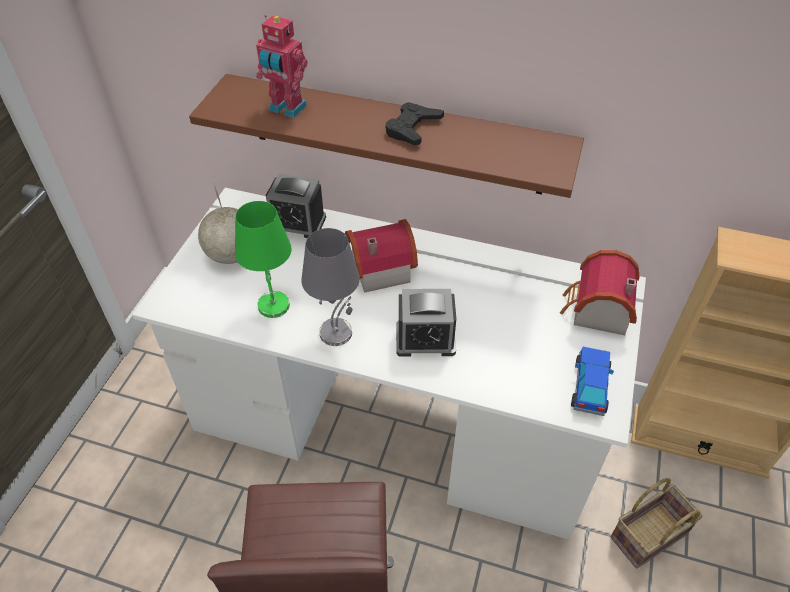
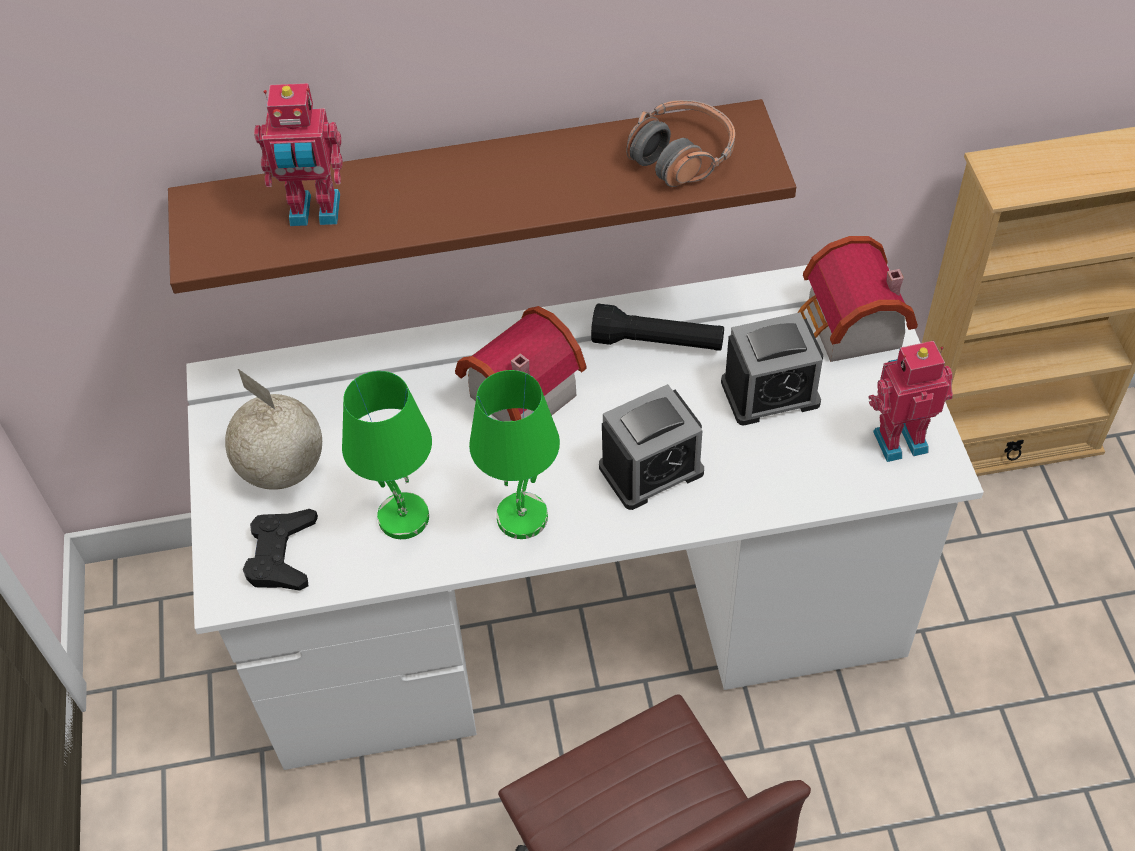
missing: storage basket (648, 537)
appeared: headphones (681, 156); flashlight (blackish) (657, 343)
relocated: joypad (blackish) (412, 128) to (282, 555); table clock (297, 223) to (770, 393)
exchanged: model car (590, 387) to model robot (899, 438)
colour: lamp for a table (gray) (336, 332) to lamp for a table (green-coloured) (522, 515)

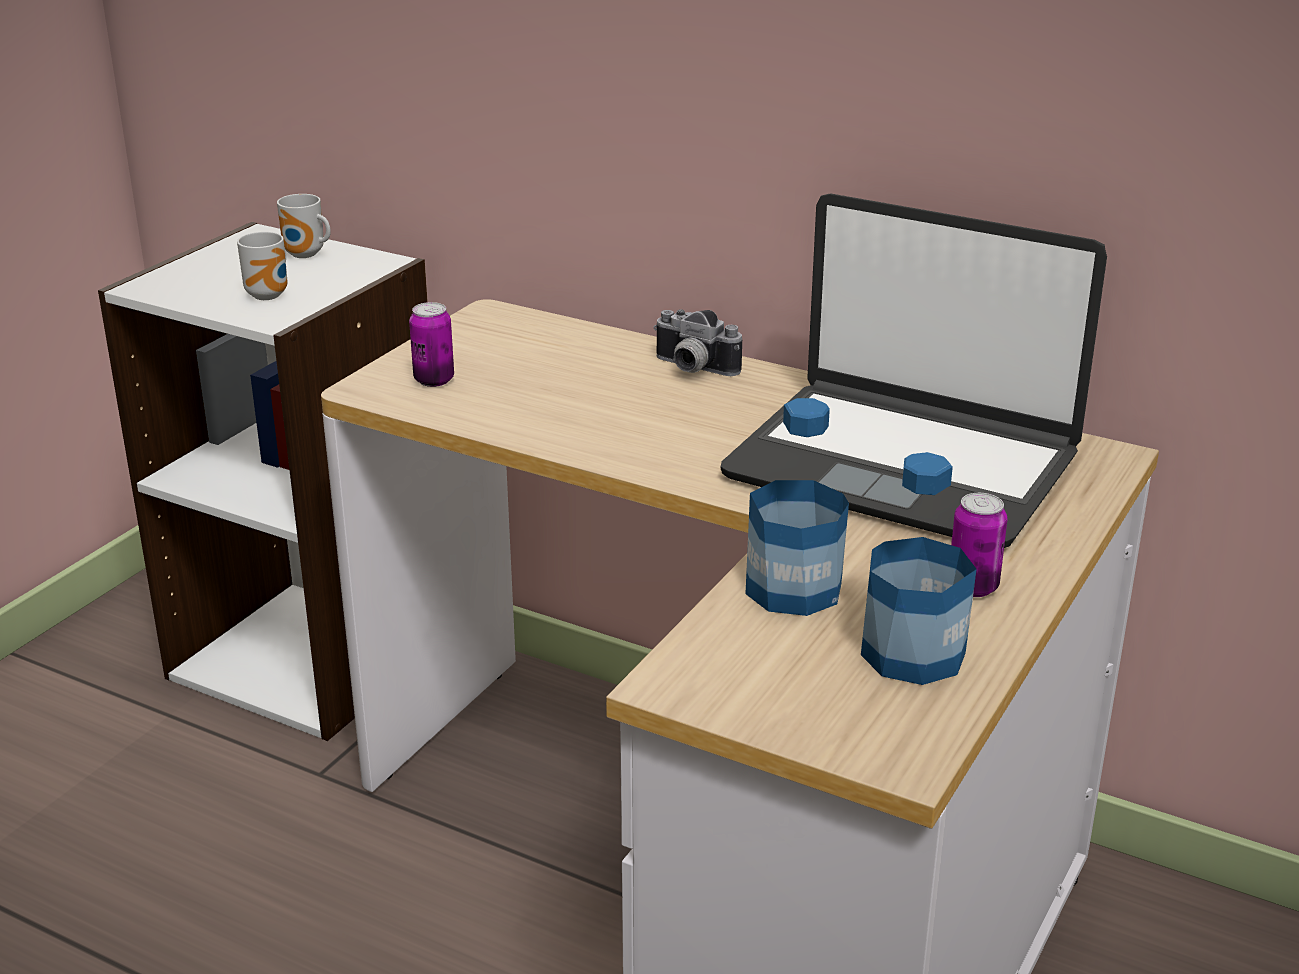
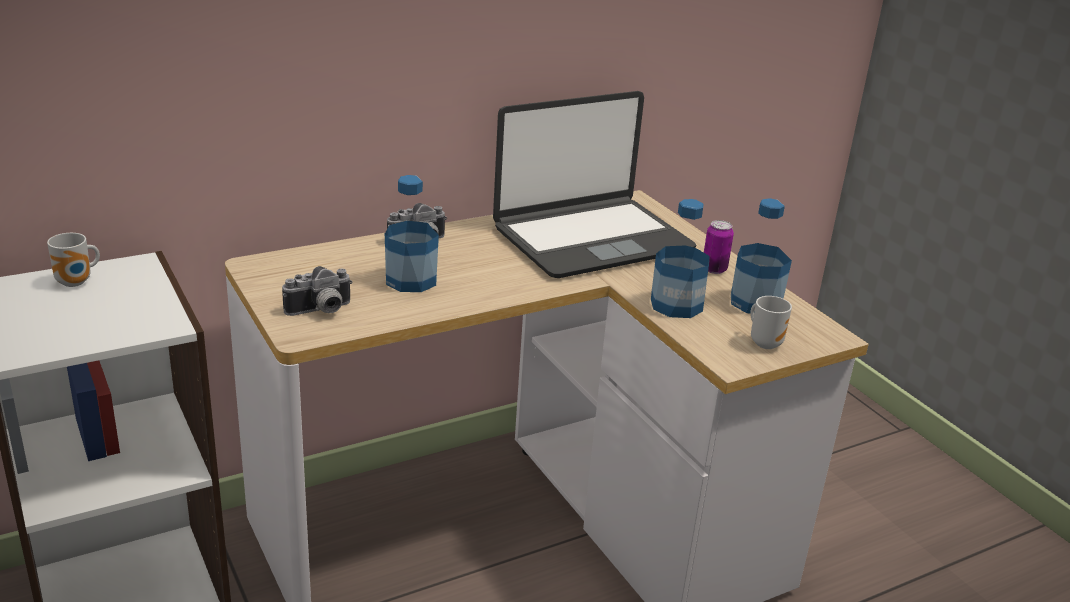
appeared: bottle (411, 280)
relocated: coffee mug (271, 295) to (765, 342)
exchanged: metal can (434, 380) to still camera (321, 311)

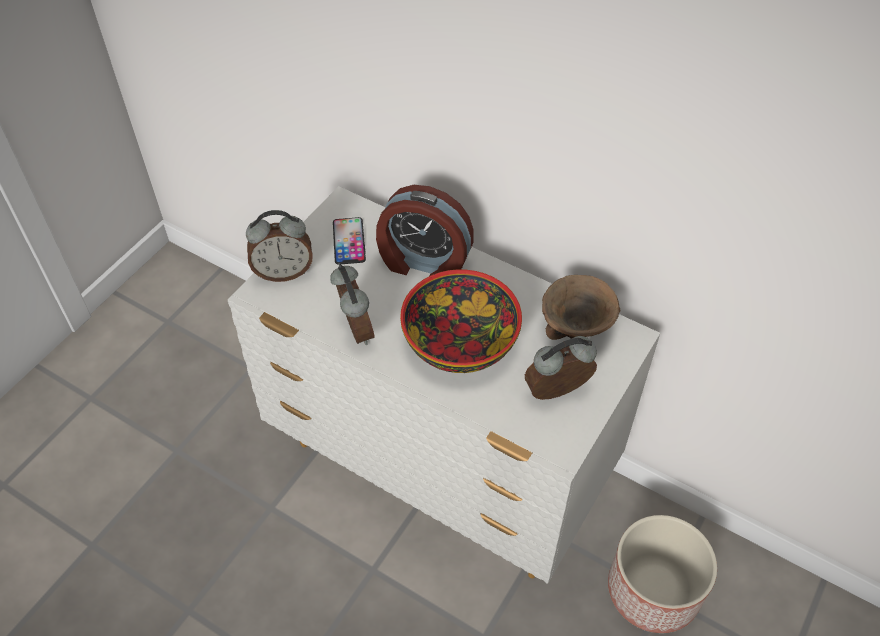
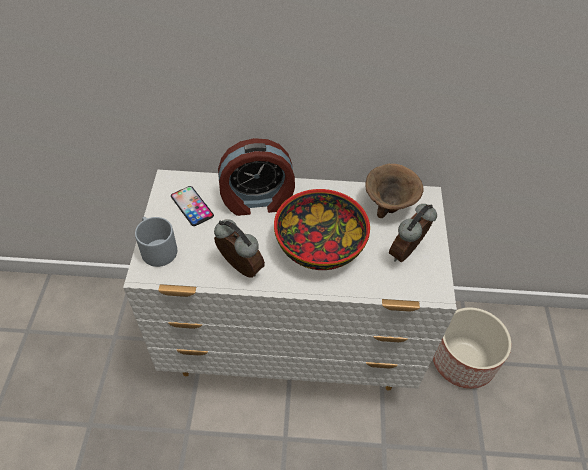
exchanged: table clock (283, 272) to coffee mug (gray) (156, 248)

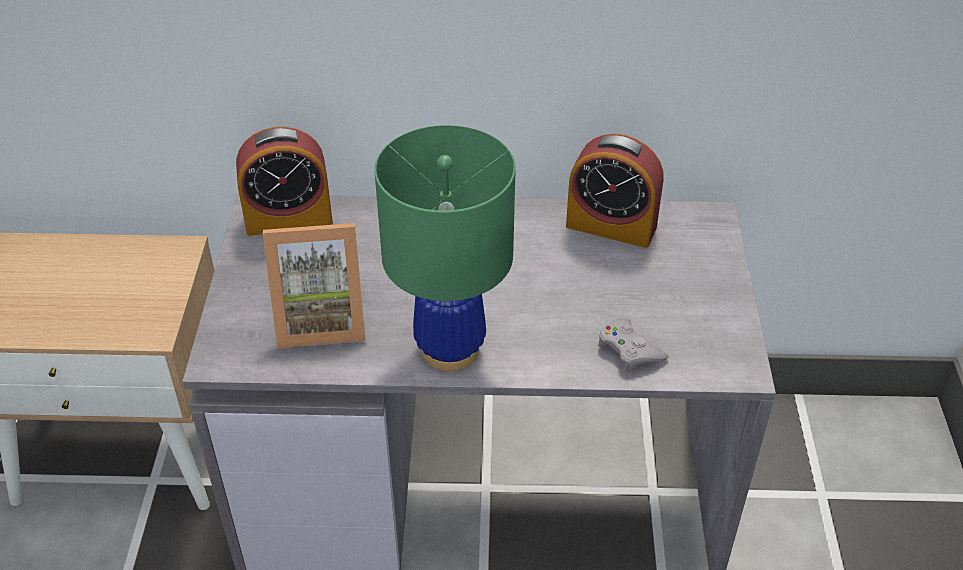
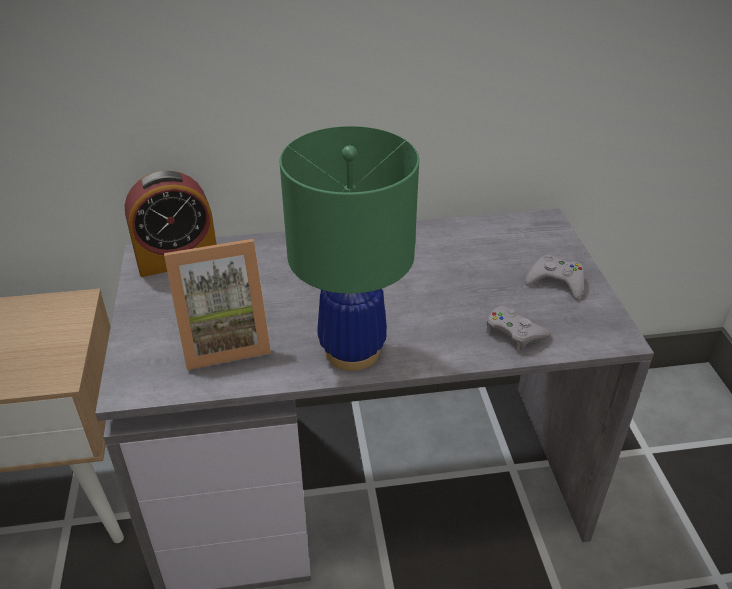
missing: table clock (611, 226)
appeared: joypad (gray) (556, 281)

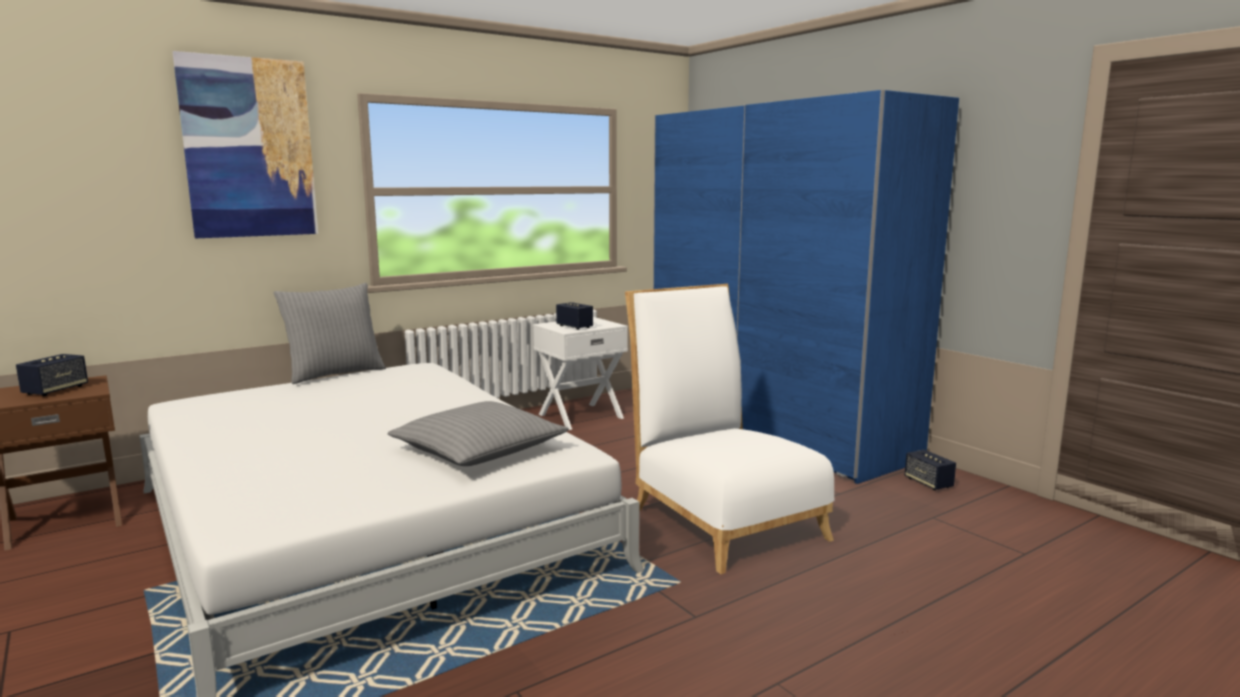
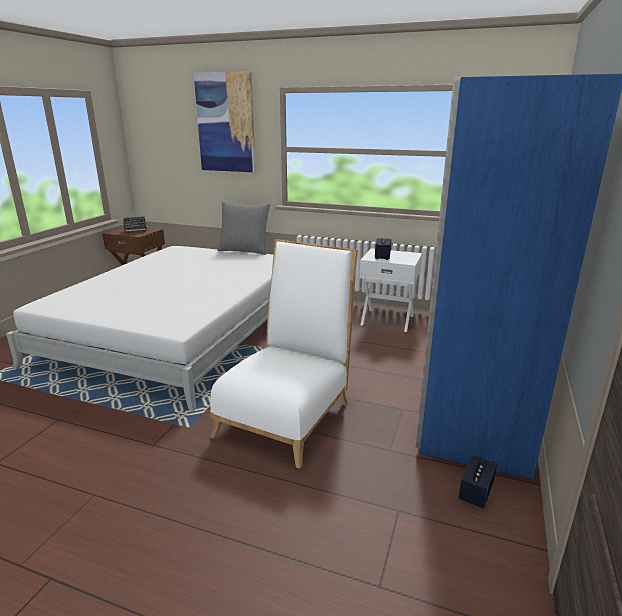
missing: pillow (gray) (478, 451)

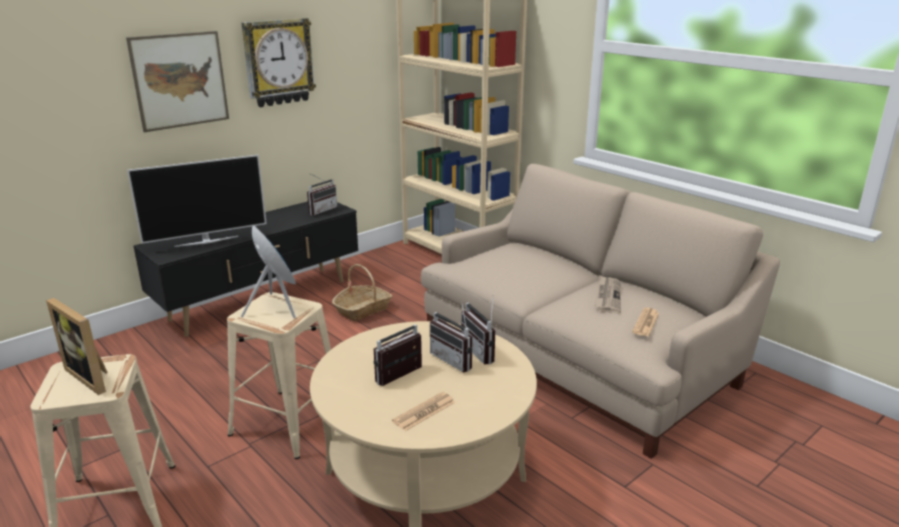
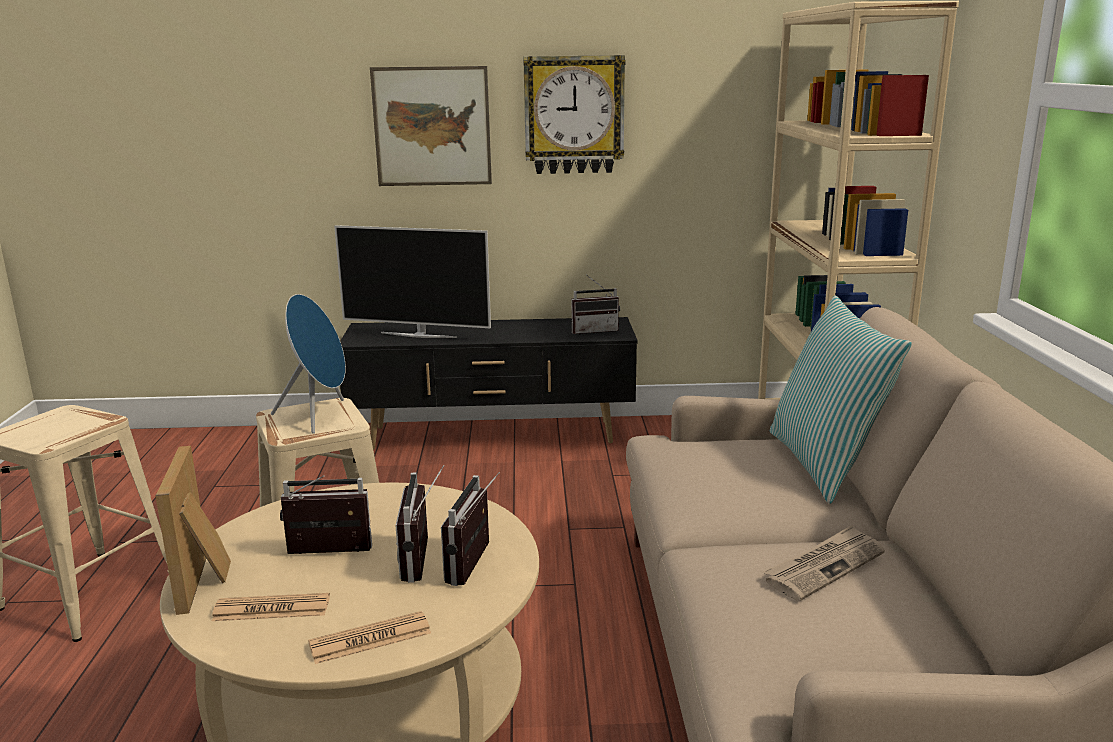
missing: storage basket (363, 309)
appeared: pillow (825, 464)
relocated: standing frame (93, 376) to (206, 580); newspaper (645, 323) to (370, 639)

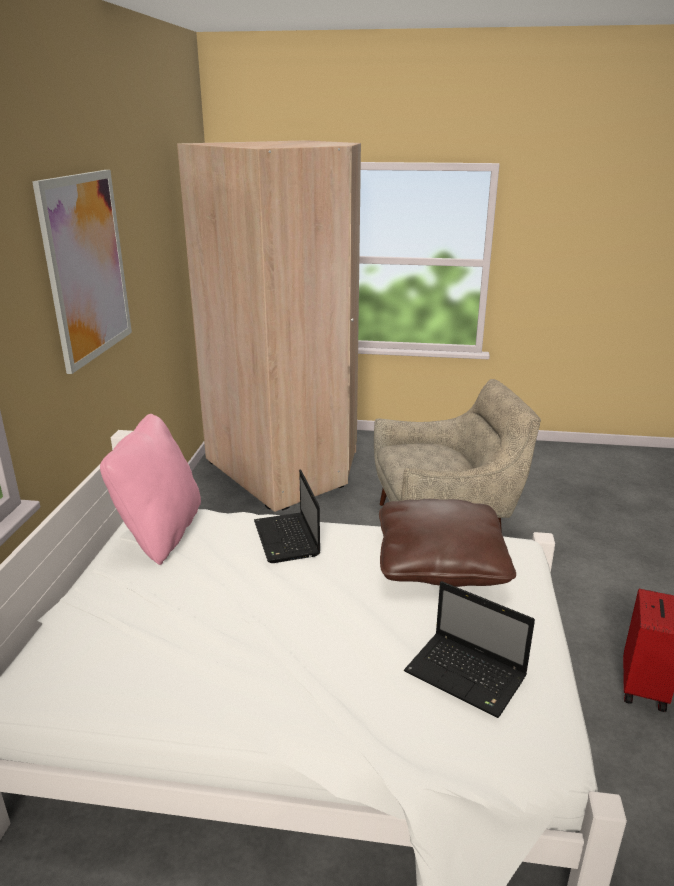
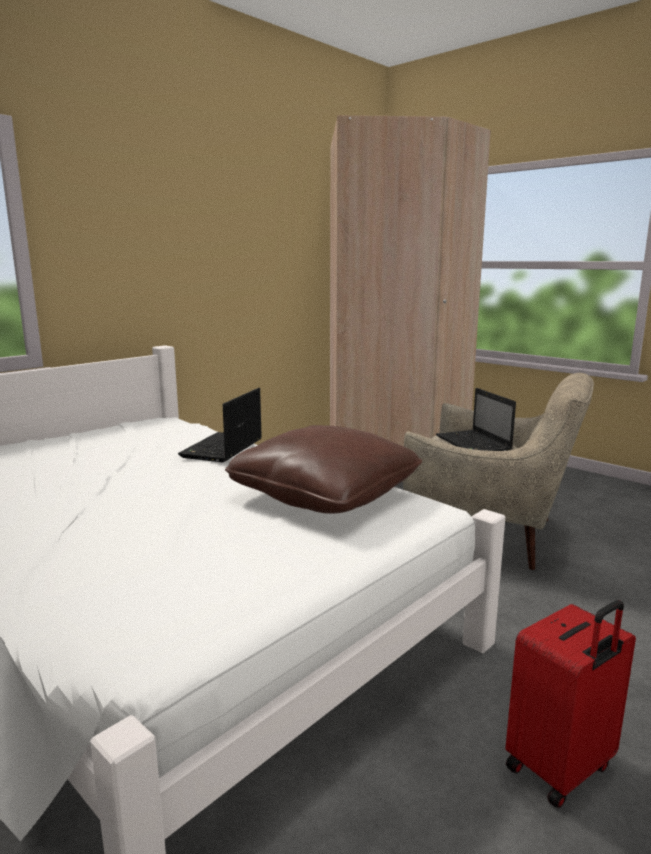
missing: picture (86, 267); pillow (pink) (161, 533)
relocated: notebook computer (468, 676) to (474, 444)

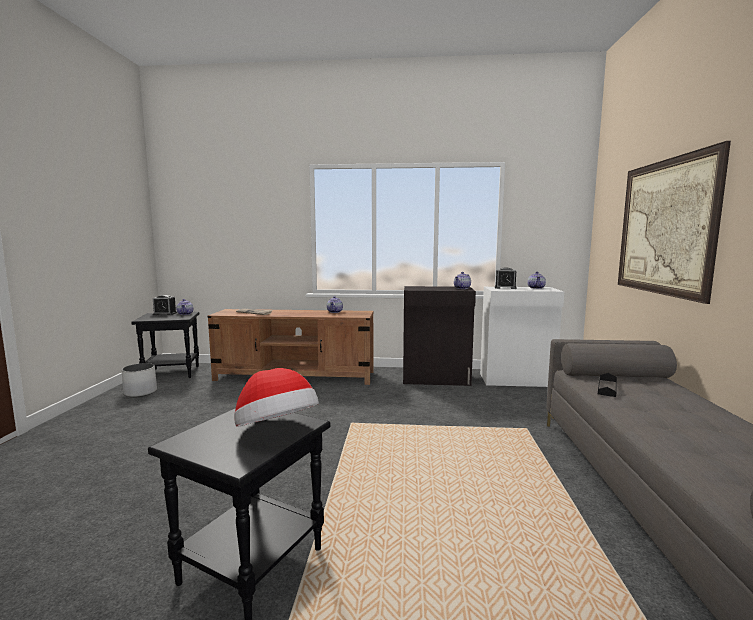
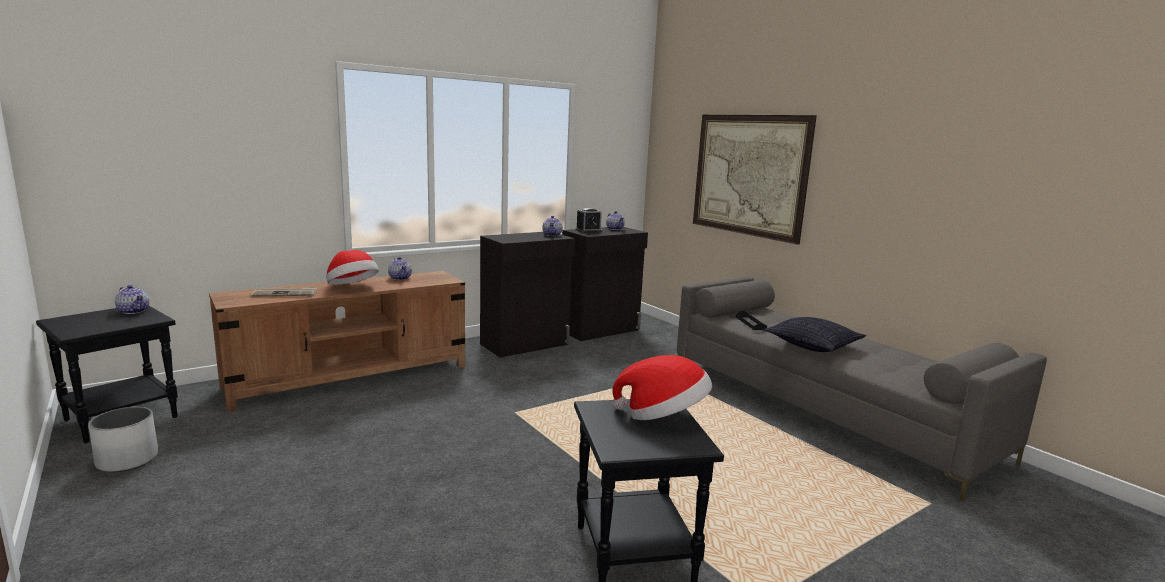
missing: table clock (165, 313)
appeared: clothing hat (352, 288); pillow (813, 345)
colour: cupboard (white) (517, 380) to cupboard (blackish) (600, 330)

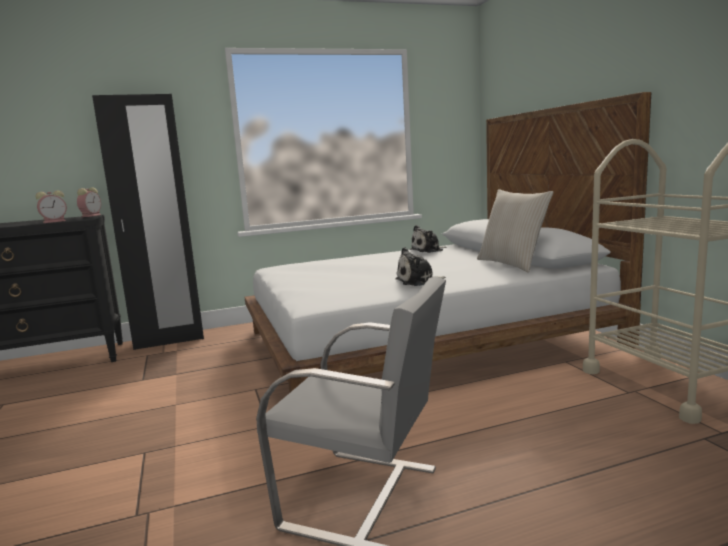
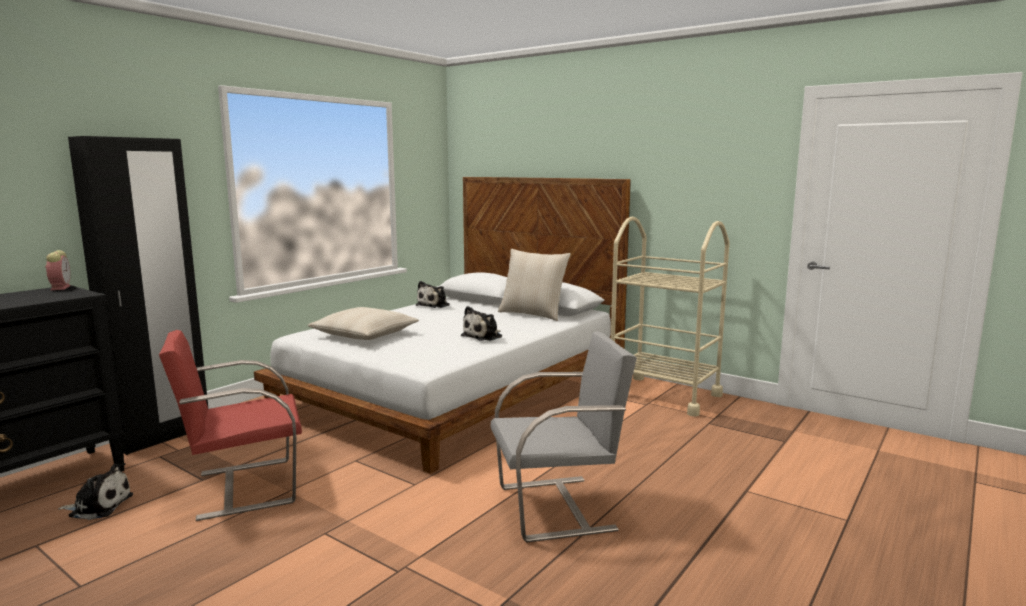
missing: table clock (55, 221)
appeared: pillow (sand-coloured) (364, 334); plain chair (reddish) (243, 487); cuddly toy (98, 506)

